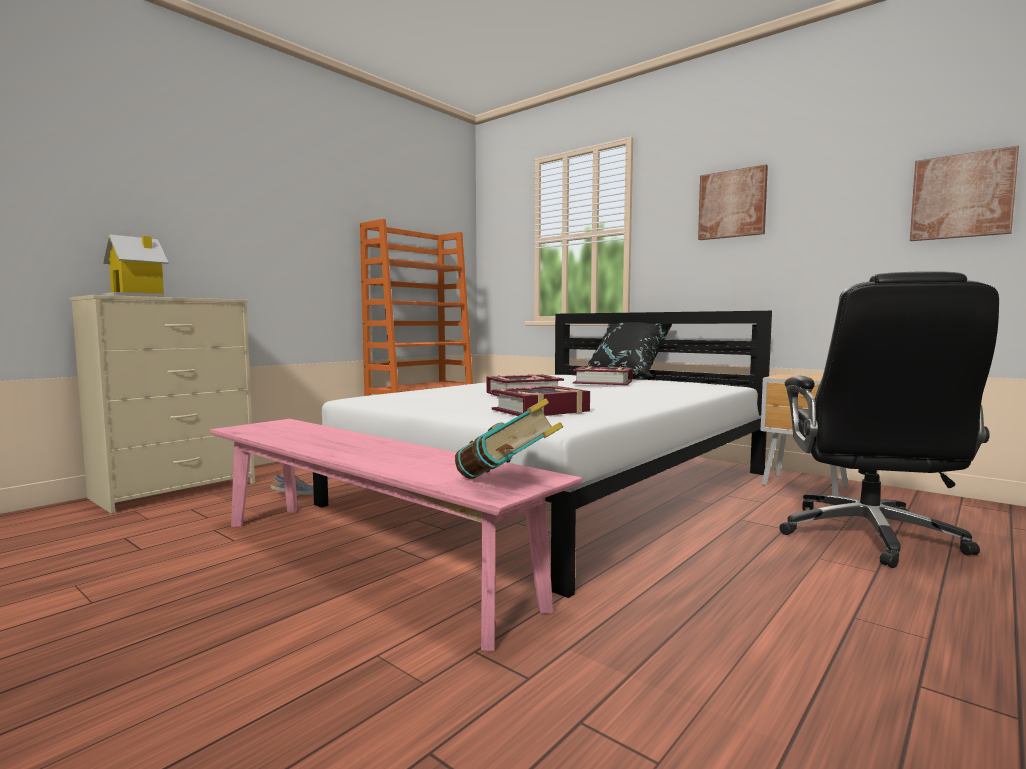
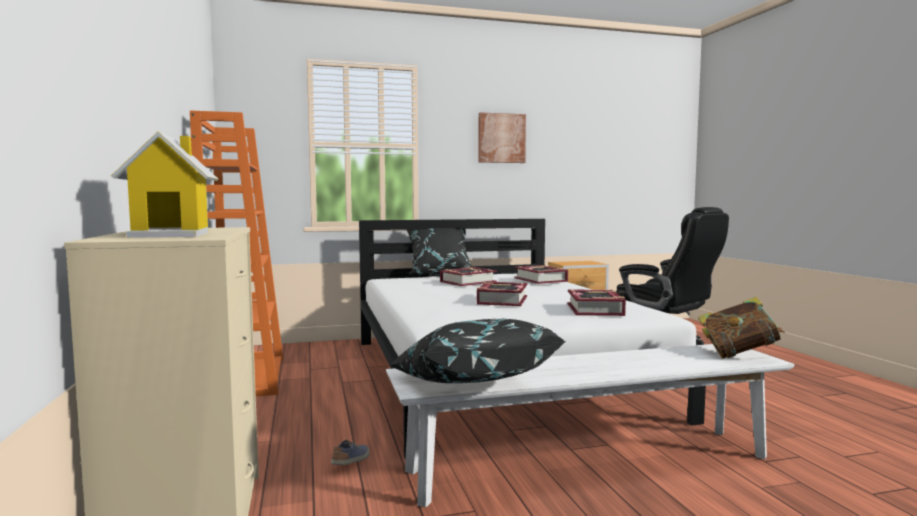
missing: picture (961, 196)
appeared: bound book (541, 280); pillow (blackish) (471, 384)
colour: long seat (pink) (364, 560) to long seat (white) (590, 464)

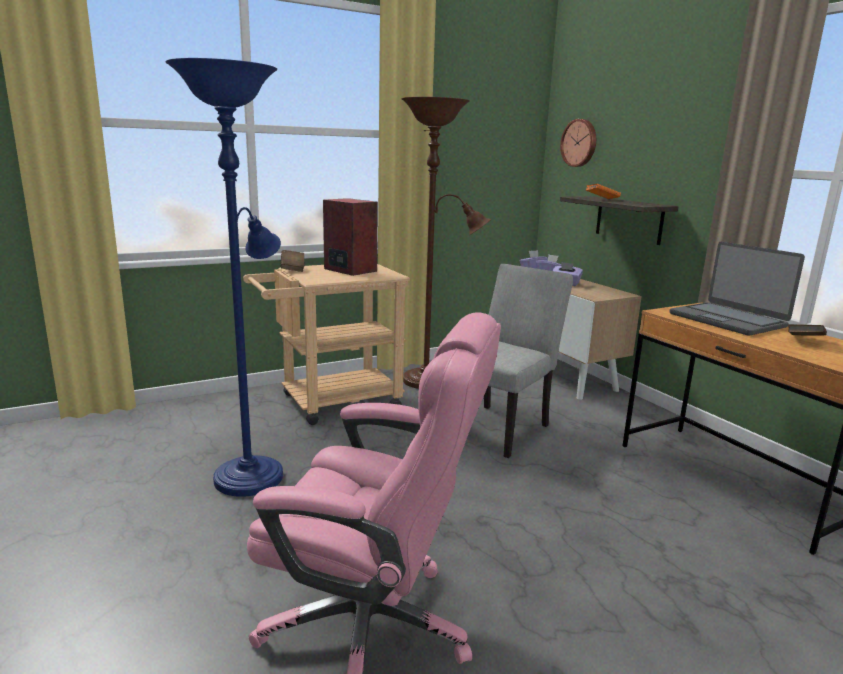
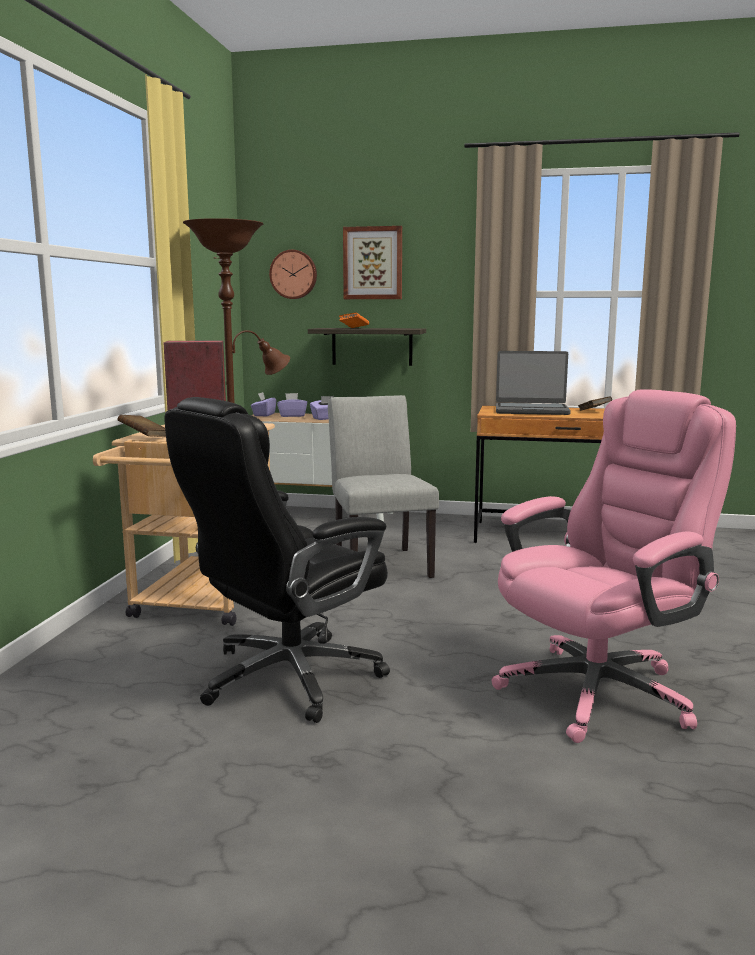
appeared: picture (373, 263)
exchanged: standard lamp (blue) (252, 473) to office chair (blackish) (286, 678)

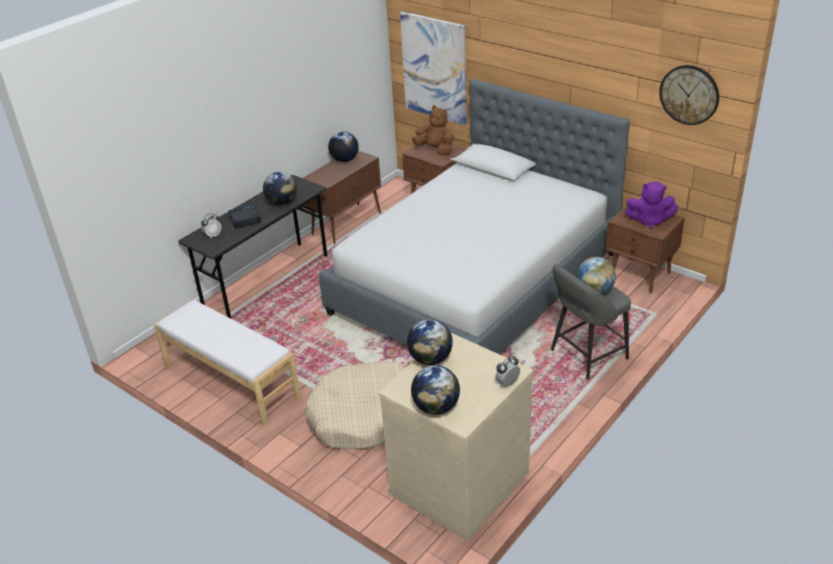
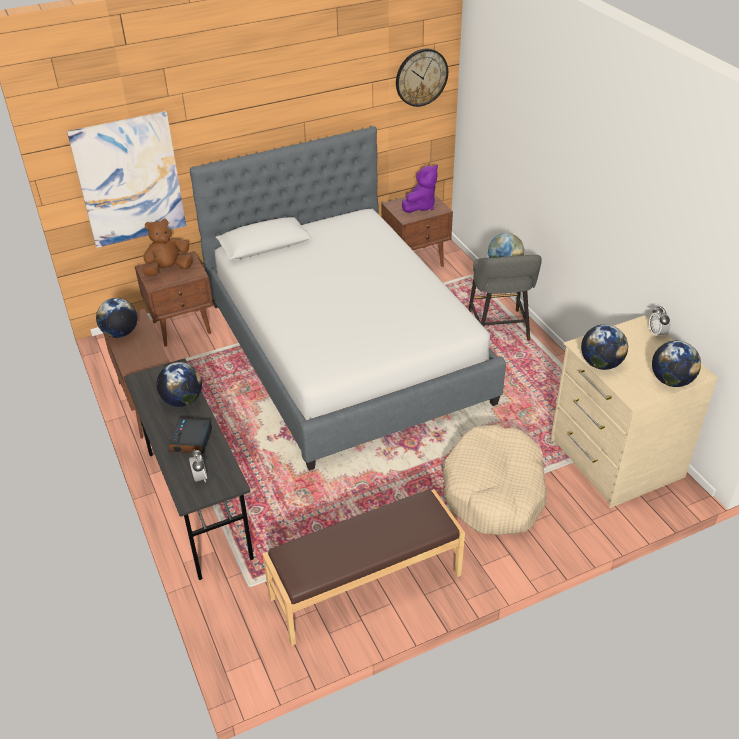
colour: long seat (white) (230, 381) to long seat (brownish) (366, 586)

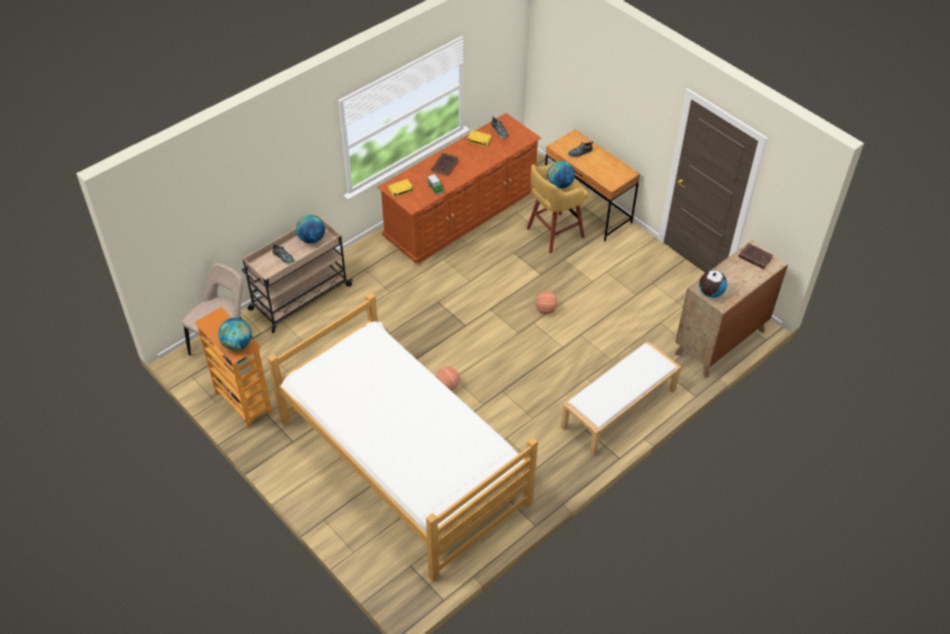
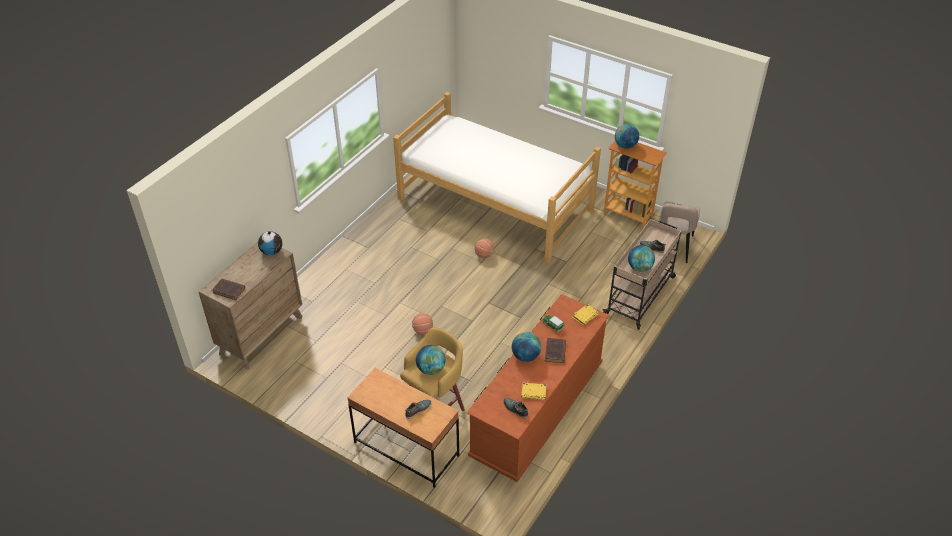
missing: long seat (white) (618, 409)
appeared: globe (525, 356)

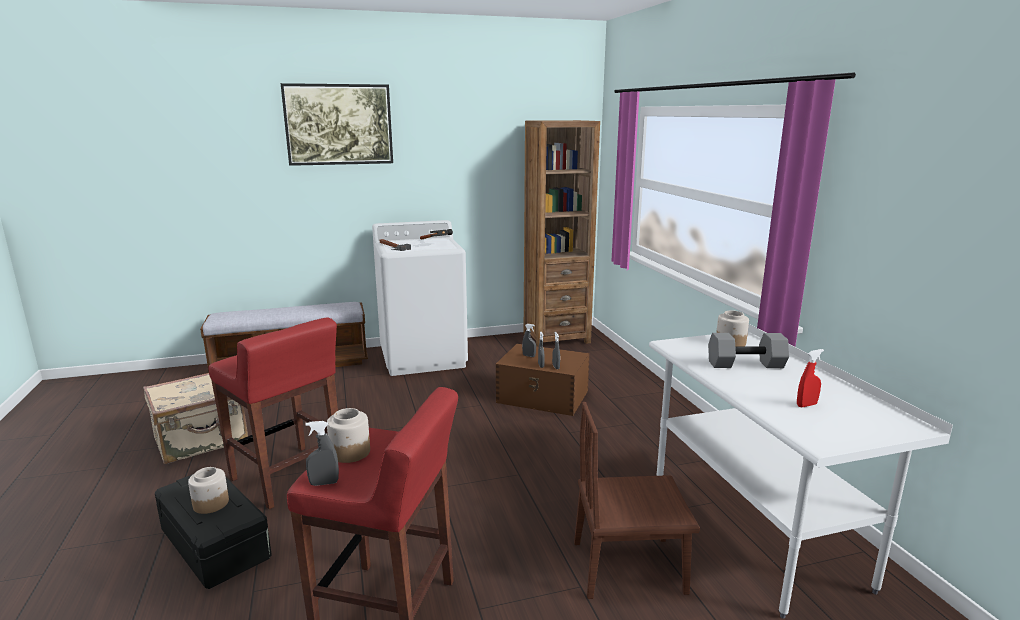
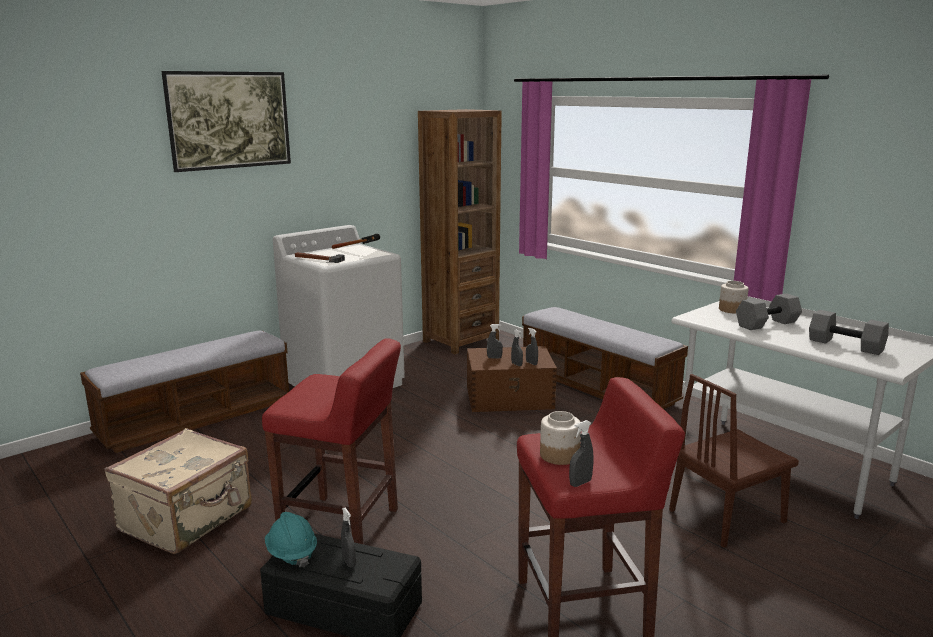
appeared: long seat (597, 386); work helmet (blue-green) (291, 553)
exchanged: spray bottle (reddish) (806, 405) to hand weight (gray) (846, 345); storage jar (210, 504) to spray bottle (gray) (349, 562)

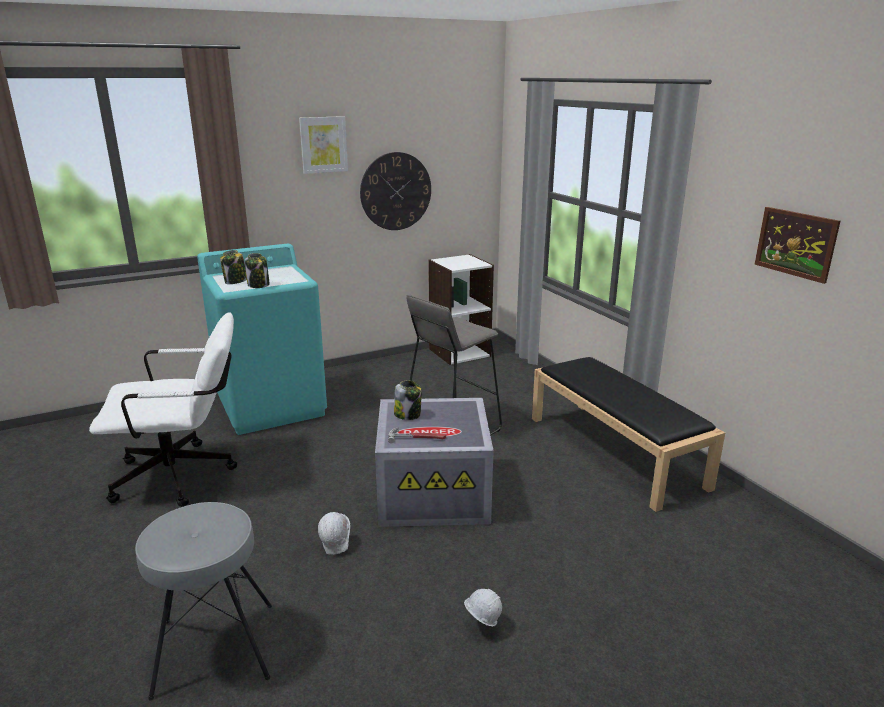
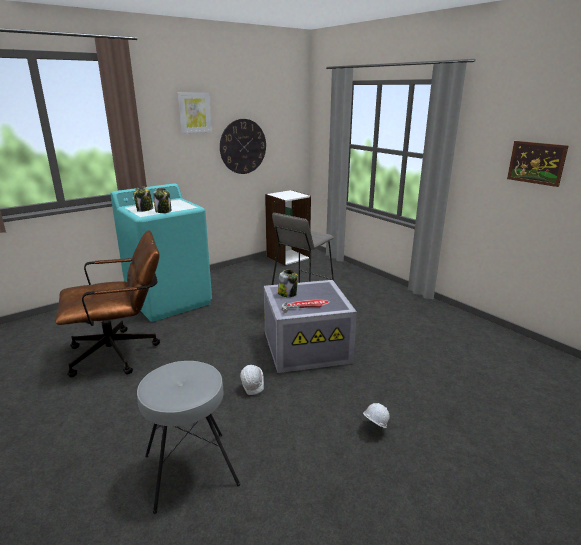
missing: long seat (blackish) (616, 451)
colour: office chair (white) (184, 475) to office chair (brownish) (121, 352)

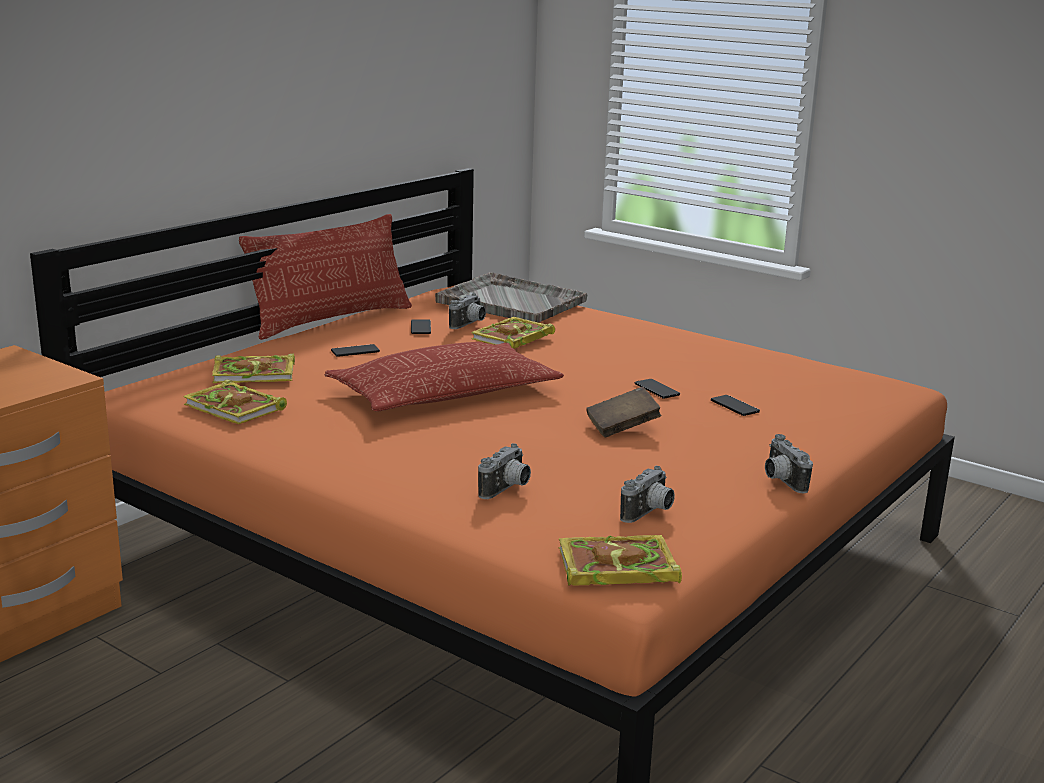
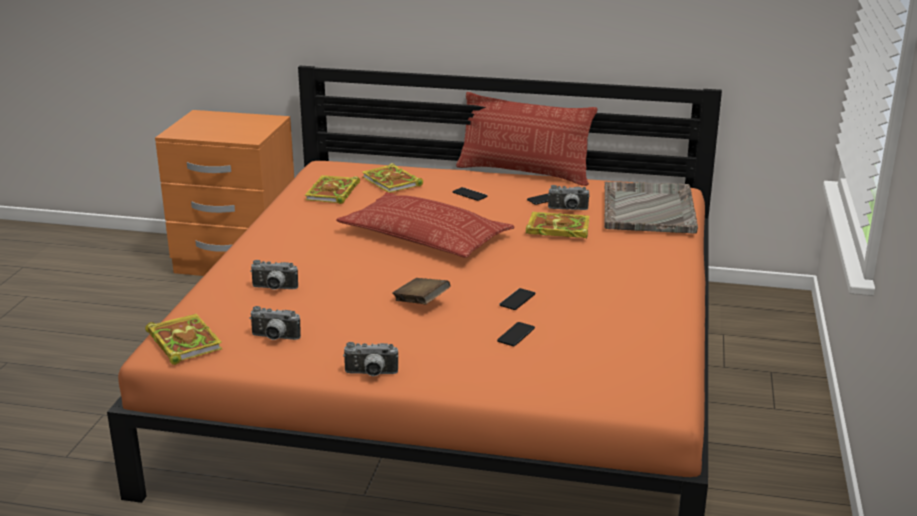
spun: still camera (780, 481) = (371, 374) 135 degrees counterclockwise

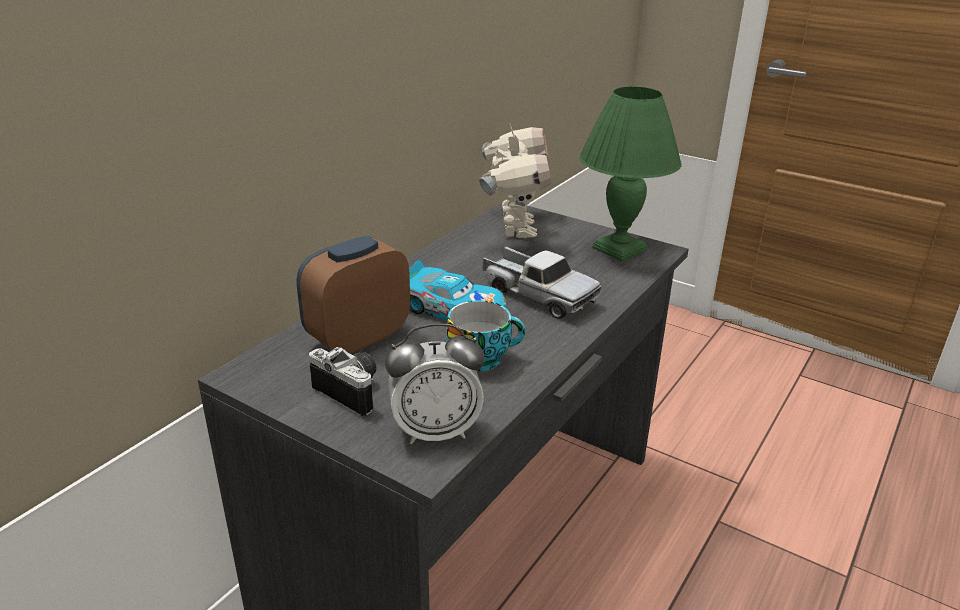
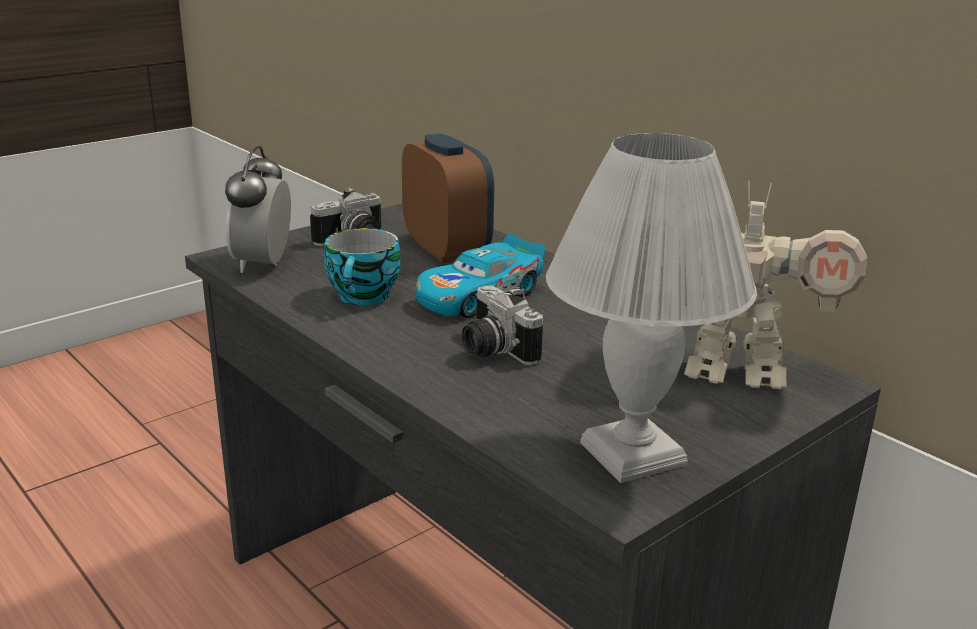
exchanged: toy truck (537, 295) to still camera (492, 350)
colour: lamp for a table (green-coloured) (619, 248) to lamp for a table (white) (635, 454)

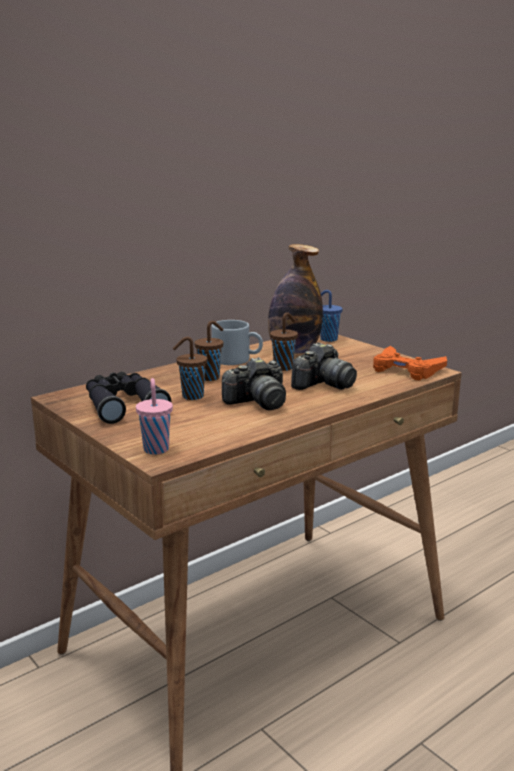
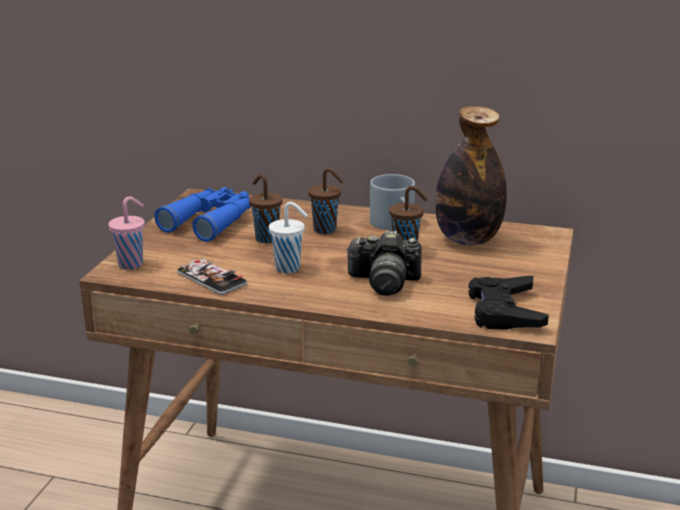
missing: drinking cup (blue) (327, 339)
appeared: handset (211, 278)
exchanged: still camera (258, 402) to drinking cup (white) (289, 268)
colour: joypad (orangey) (406, 370) to joypad (blackish) (504, 311); pair of binoculars (blackish) (123, 405) to pair of binoculars (blue) (211, 222)

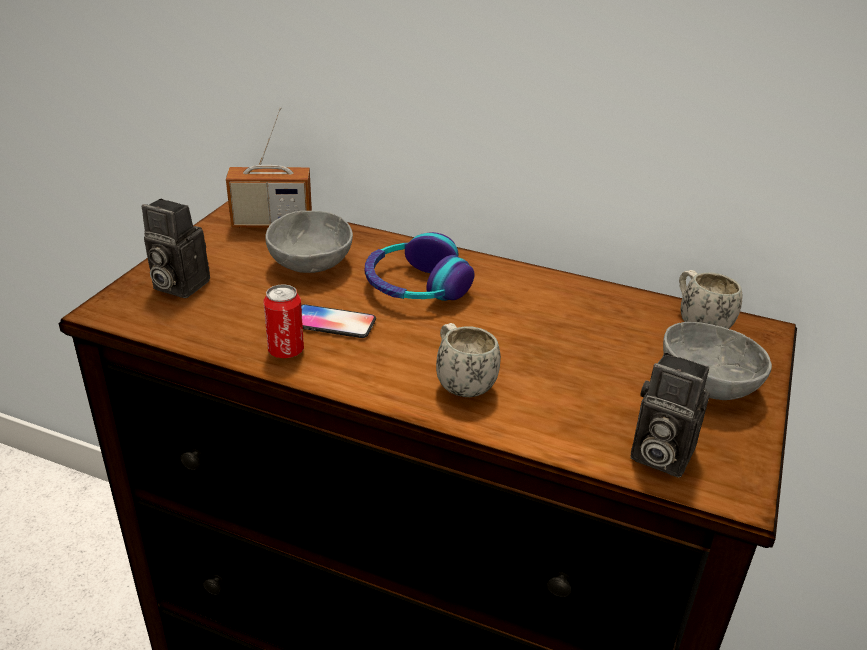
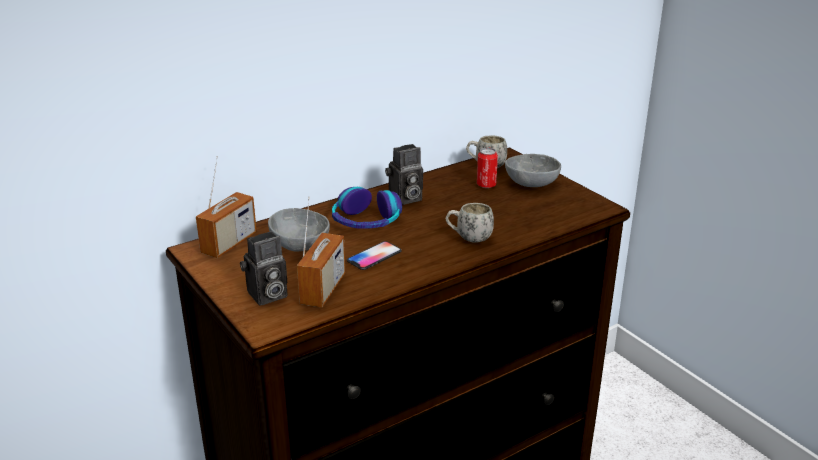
appeared: radio receiver (323, 289)
relocated: metal can (286, 350) to (486, 185); still camera (657, 455) to (405, 199)

